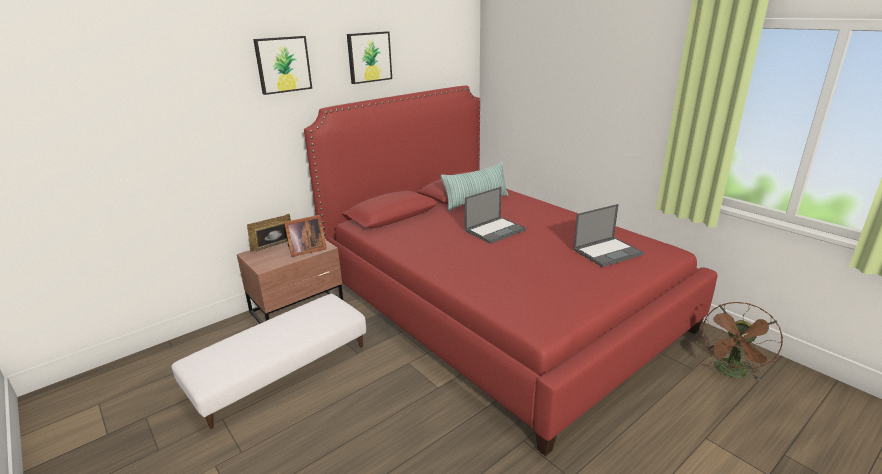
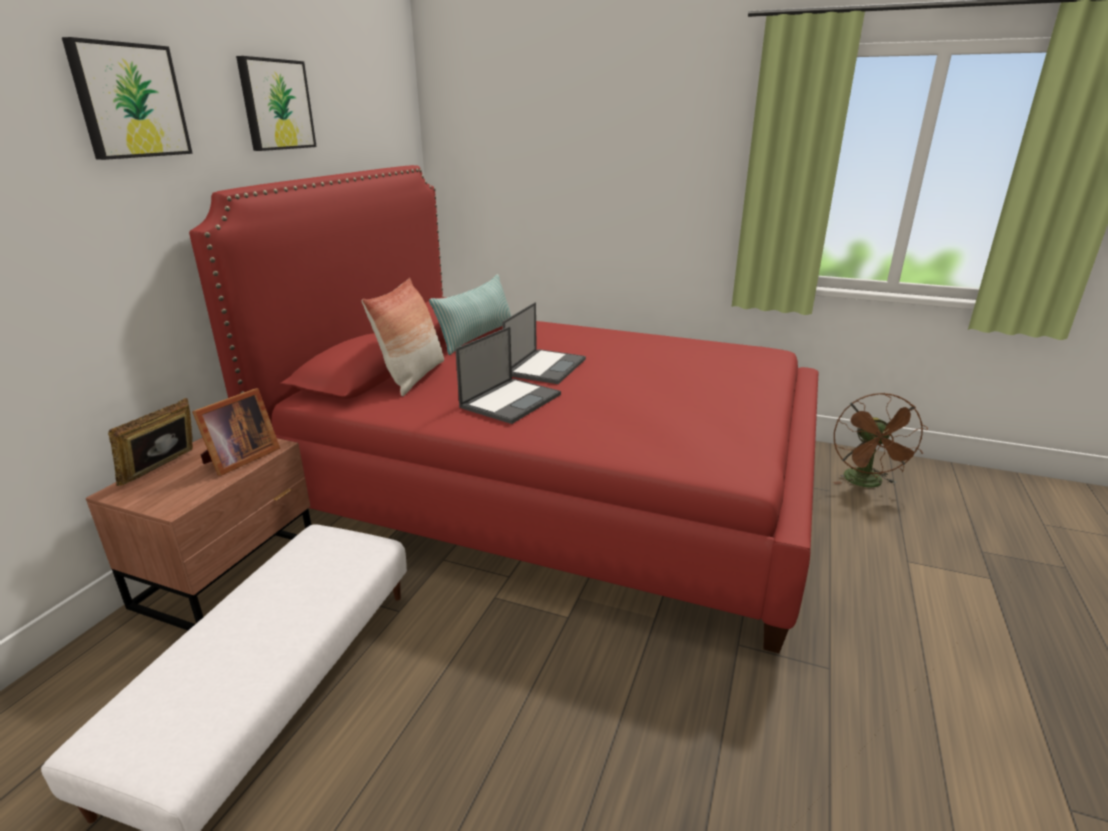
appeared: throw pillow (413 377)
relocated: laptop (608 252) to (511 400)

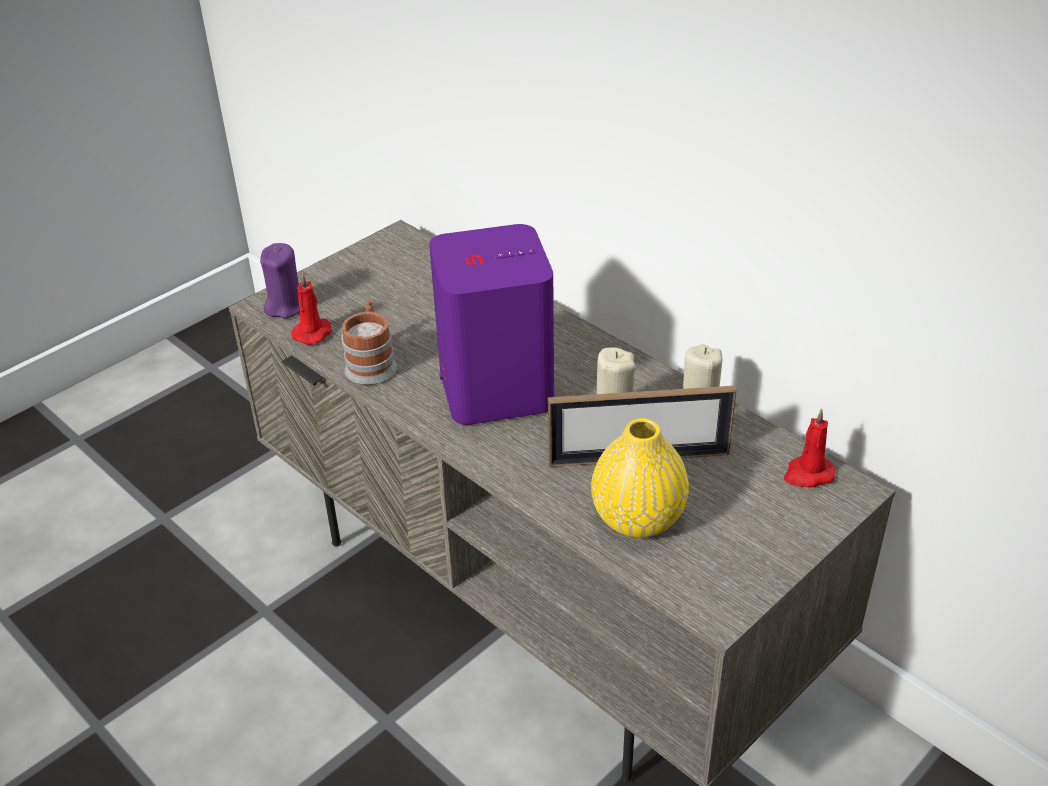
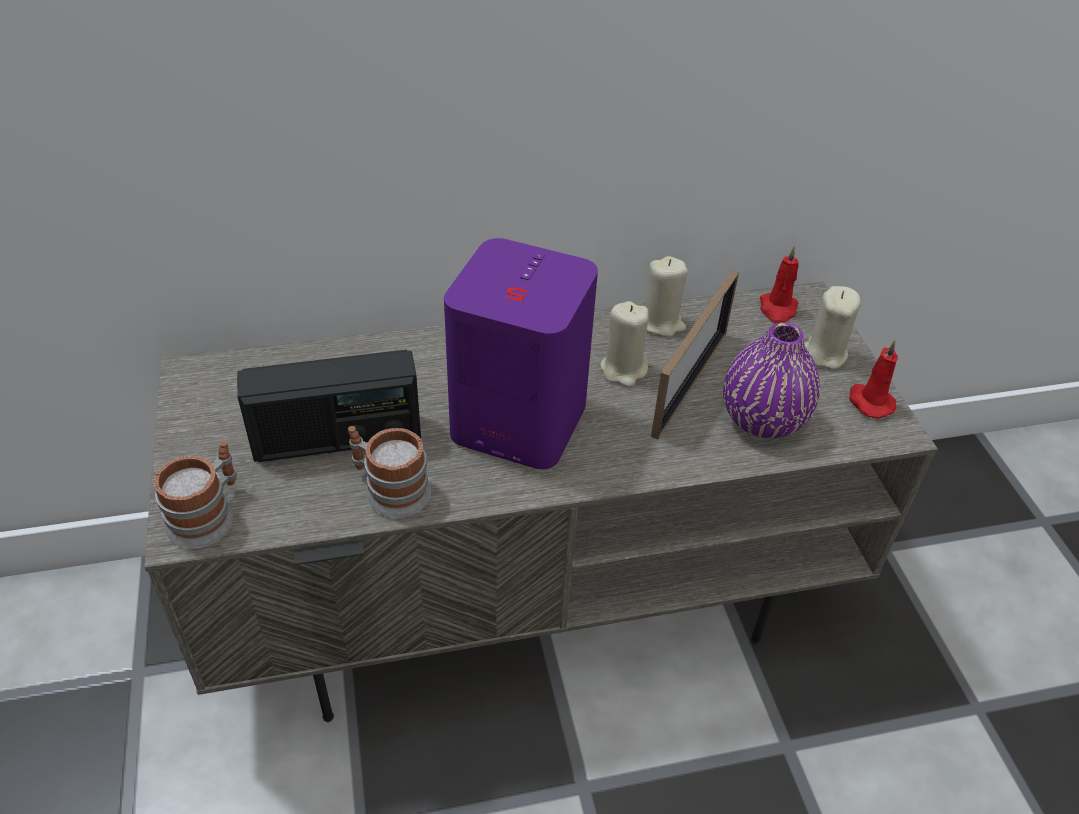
appeared: radio receiver (337 438); wax light in beige-coloured (823 354)
relocated: wax light in reddish (313 333) to (869 402)
exchanged: wax light in purple (285 306) to coffee mug (208 514)
colour: flower vase in yellowish (638 518) to flower vase in purple (762 419)

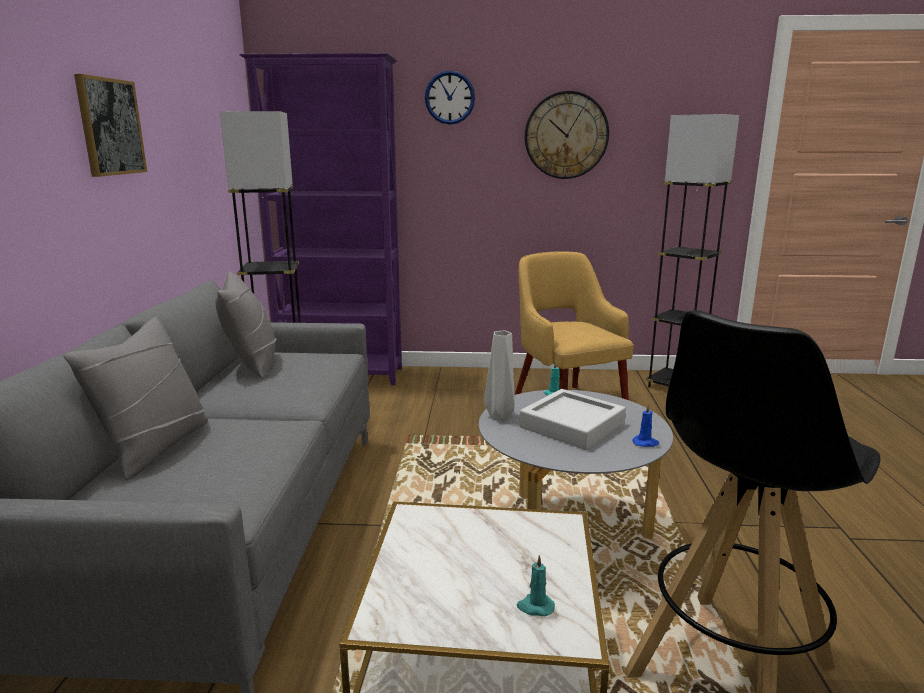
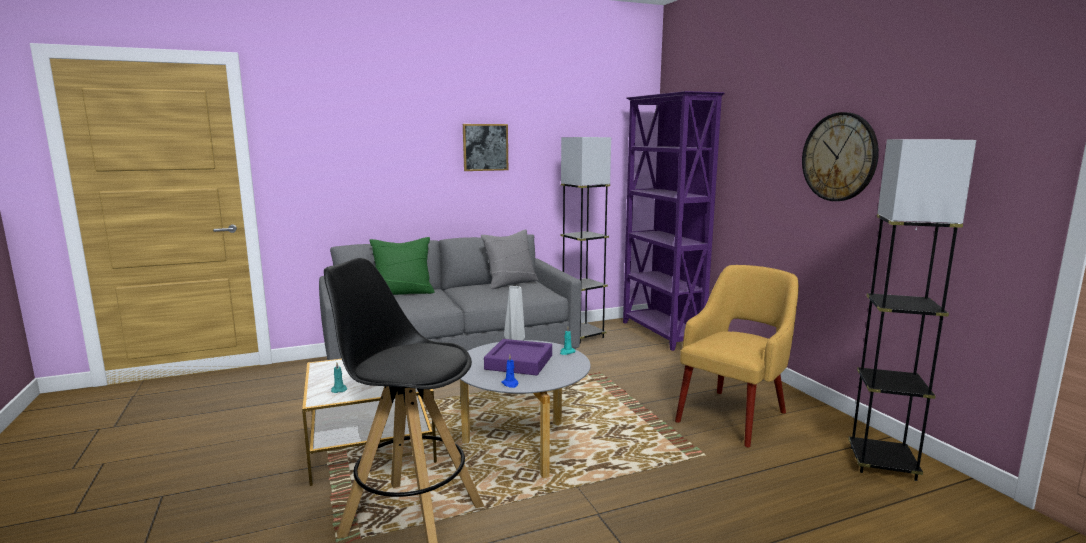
missing: hanging clock (450 97)
colour: throw pillow in grey (155 447) to throw pillow in greenish (403 293); carrying tray in grey (572 425) to carrying tray in purple (519 362)

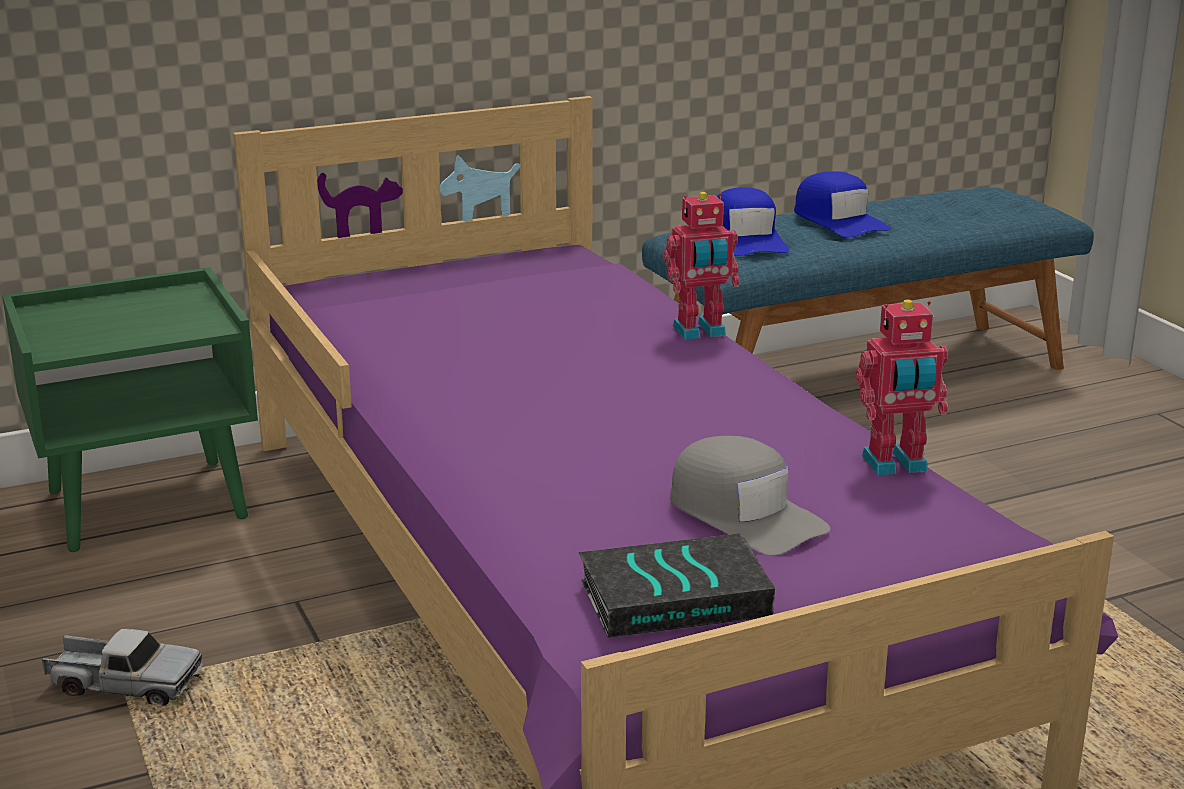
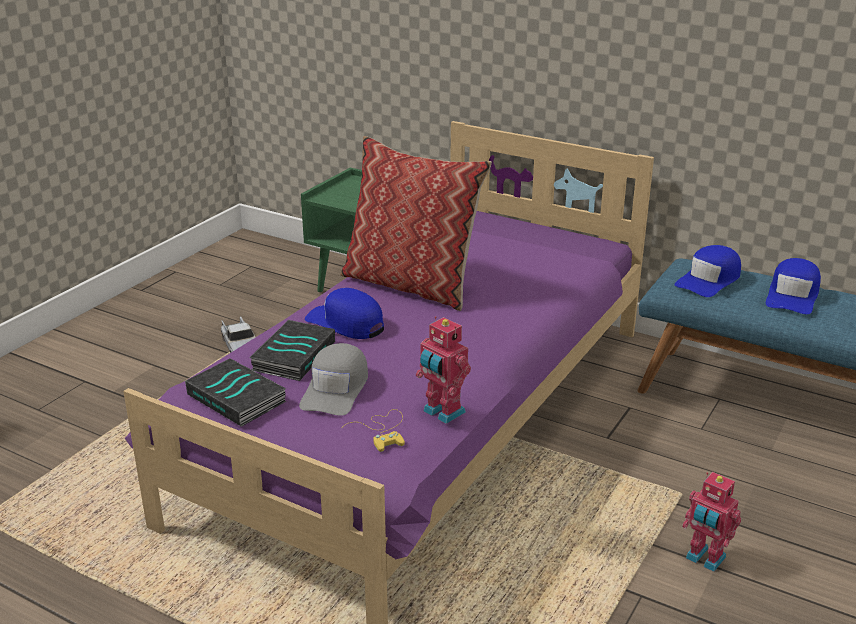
appeared: volume (293 355); peaked cap in blue-coloured (346 323); throw pillow (412 284); gamepad in yellowish (383 430)
relocated: model robot (700 332) to (704 559)

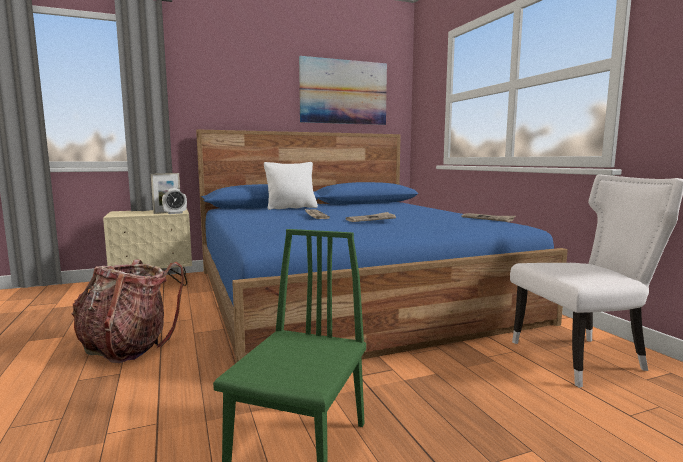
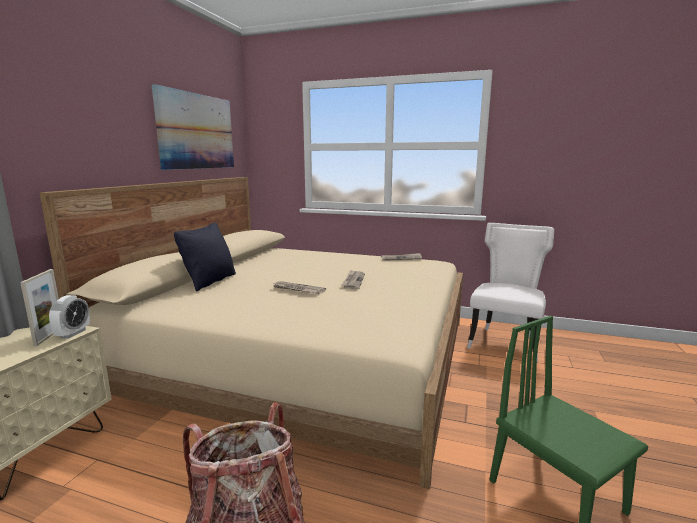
colour: bed in blue-coloured (348 293) to bed in beige-coloured (303 355); throw pillow in whitish (291 208) to throw pillow in black-coloured (210 281)

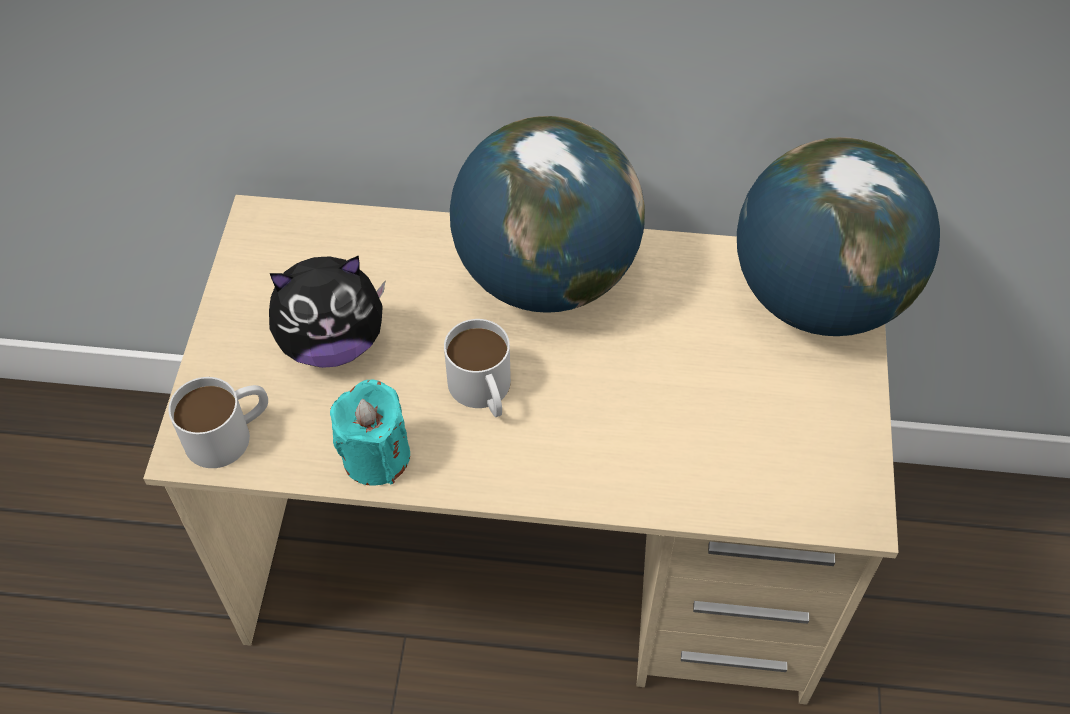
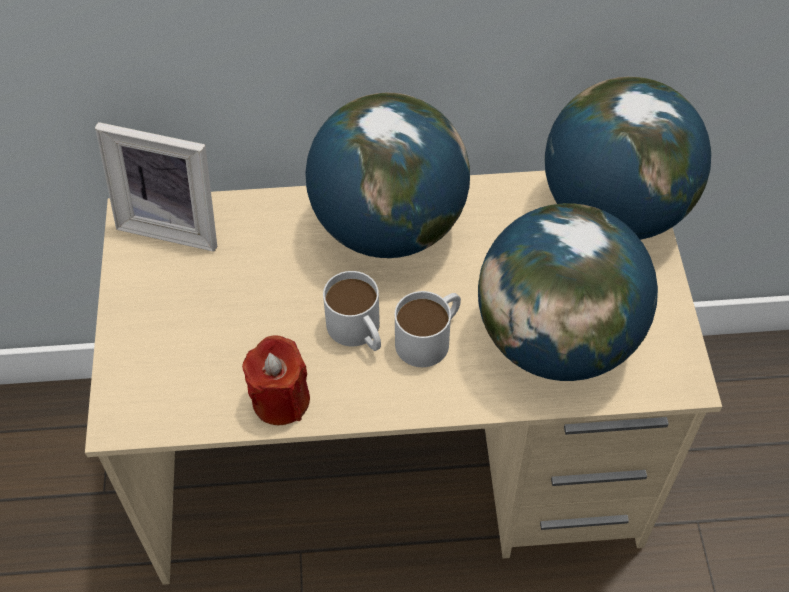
missing: plush toy (332 343)
appeared: picture frame (174 223); world globe (556 338)
relocated: coffee mug in whitish (230 433) to (430 337)
colour: wax light in blue-green (376 456) to wax light in reddish (281 400)

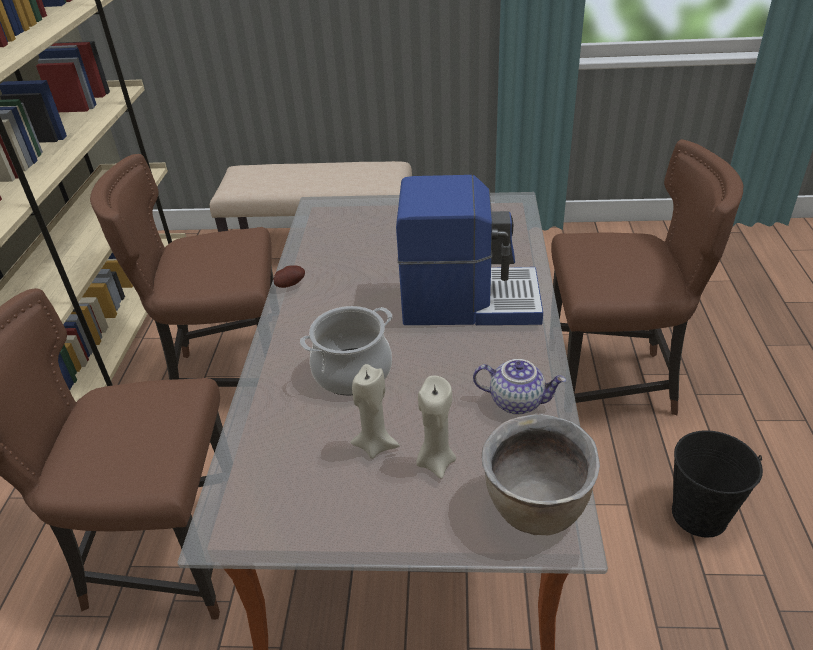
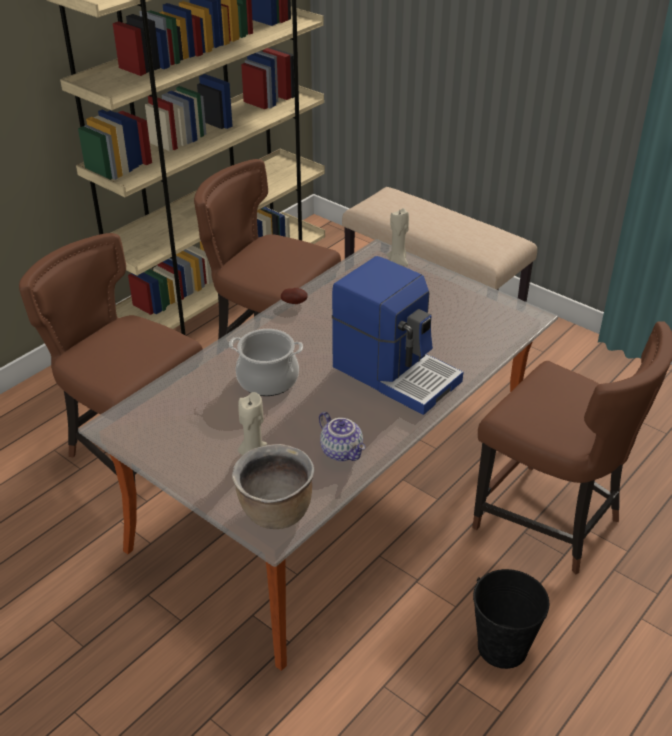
relocated: wax light in beige-coloured (375 445) to (398 261)

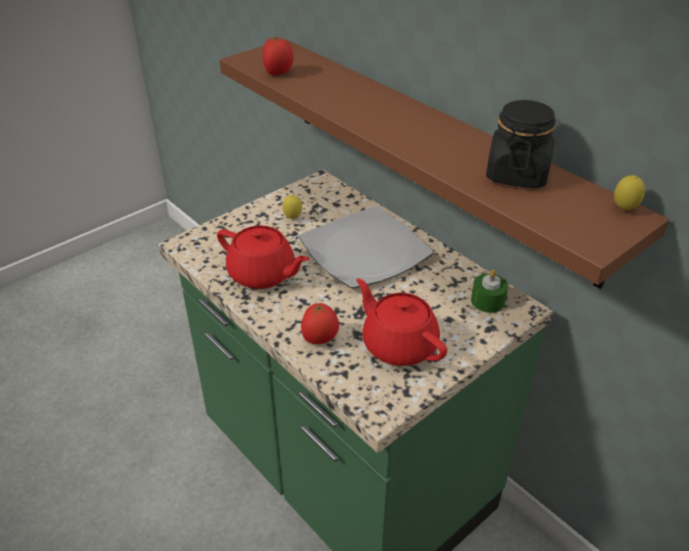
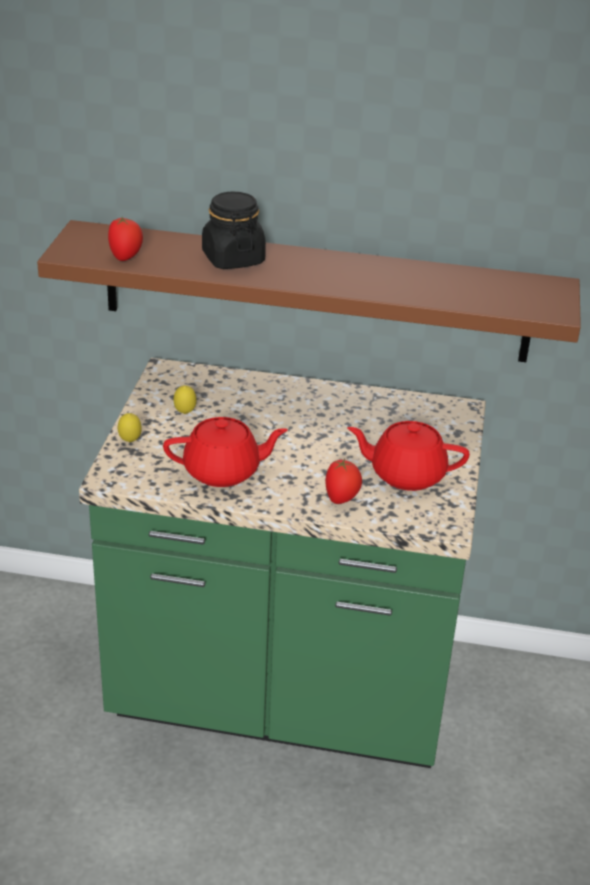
missing: dinner plate (364 252); wax light in greenish (488 301)
relocated: jar in black-coloured (516 174) to (233 259); whole lemon (624 209) to (130 442)

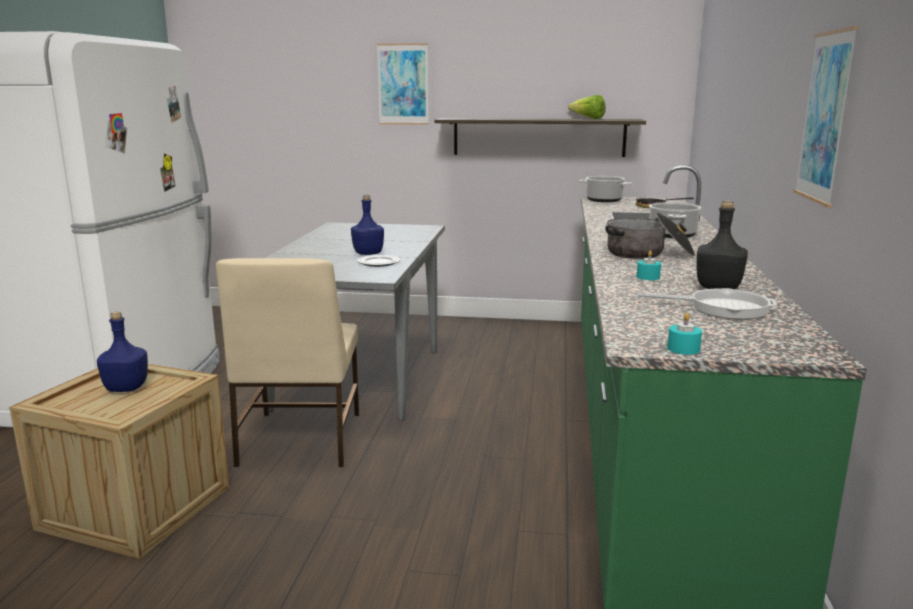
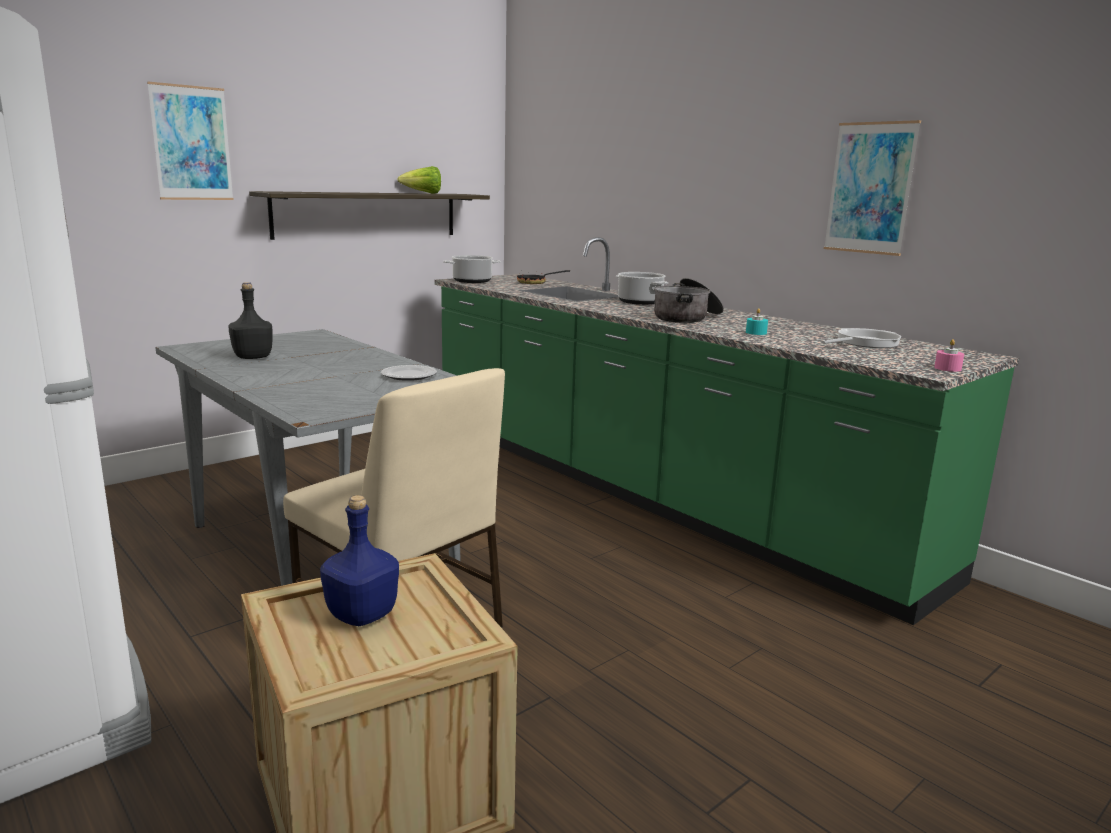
missing: beverage bottle in blue-coloured (368 253)
relocated: beverage bottle in black-coloured (719 288) to (253 357)
colour: wax light in blue-green (683 349) to wax light in pink-coloured (947 368)

